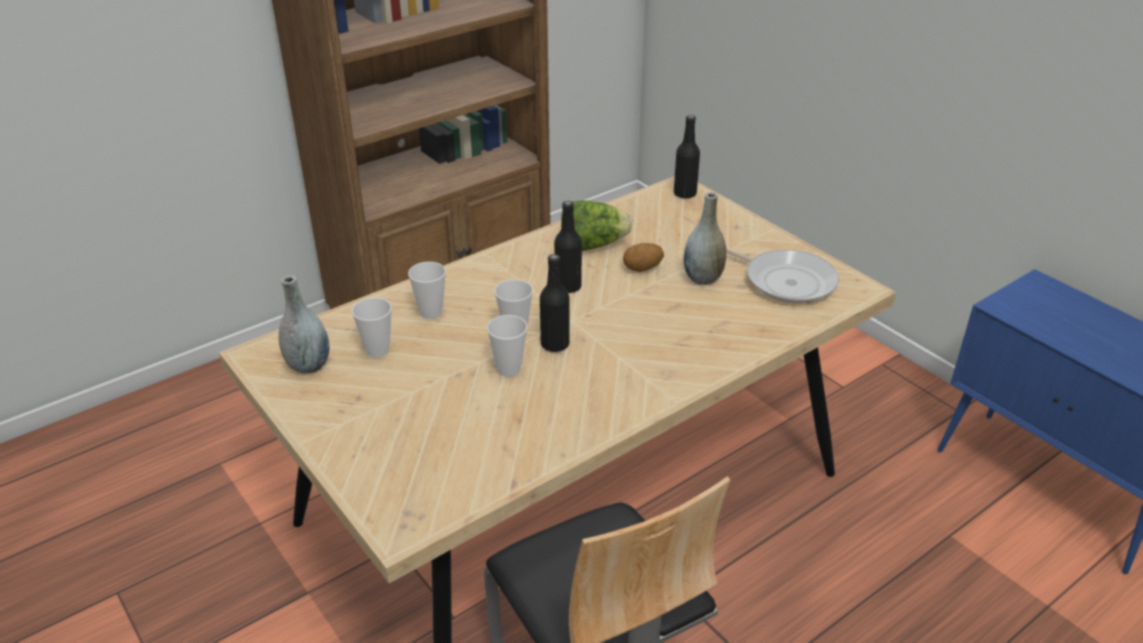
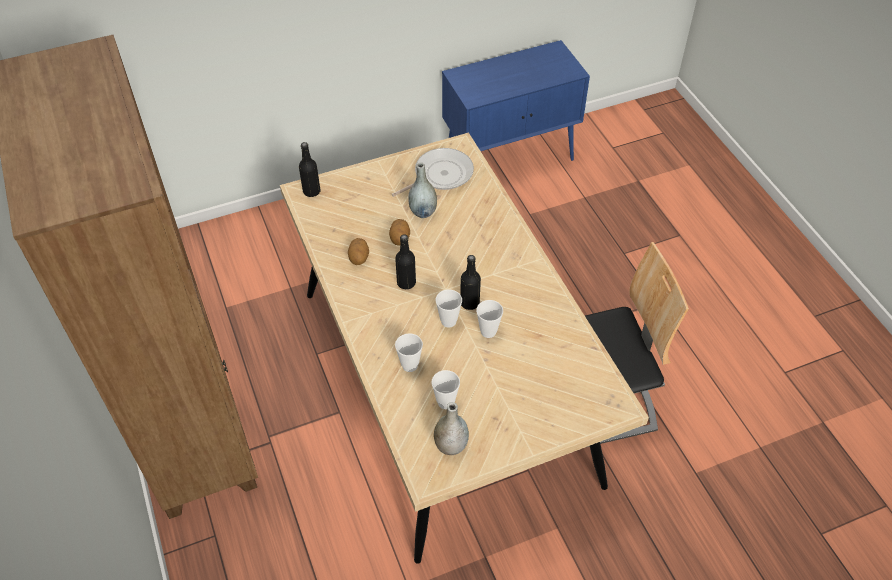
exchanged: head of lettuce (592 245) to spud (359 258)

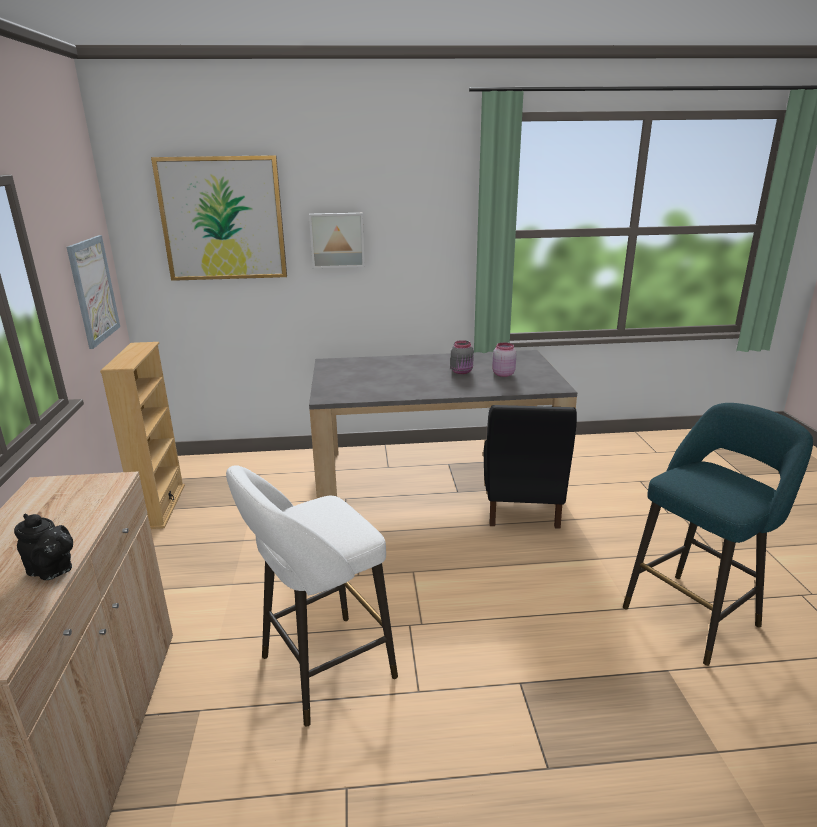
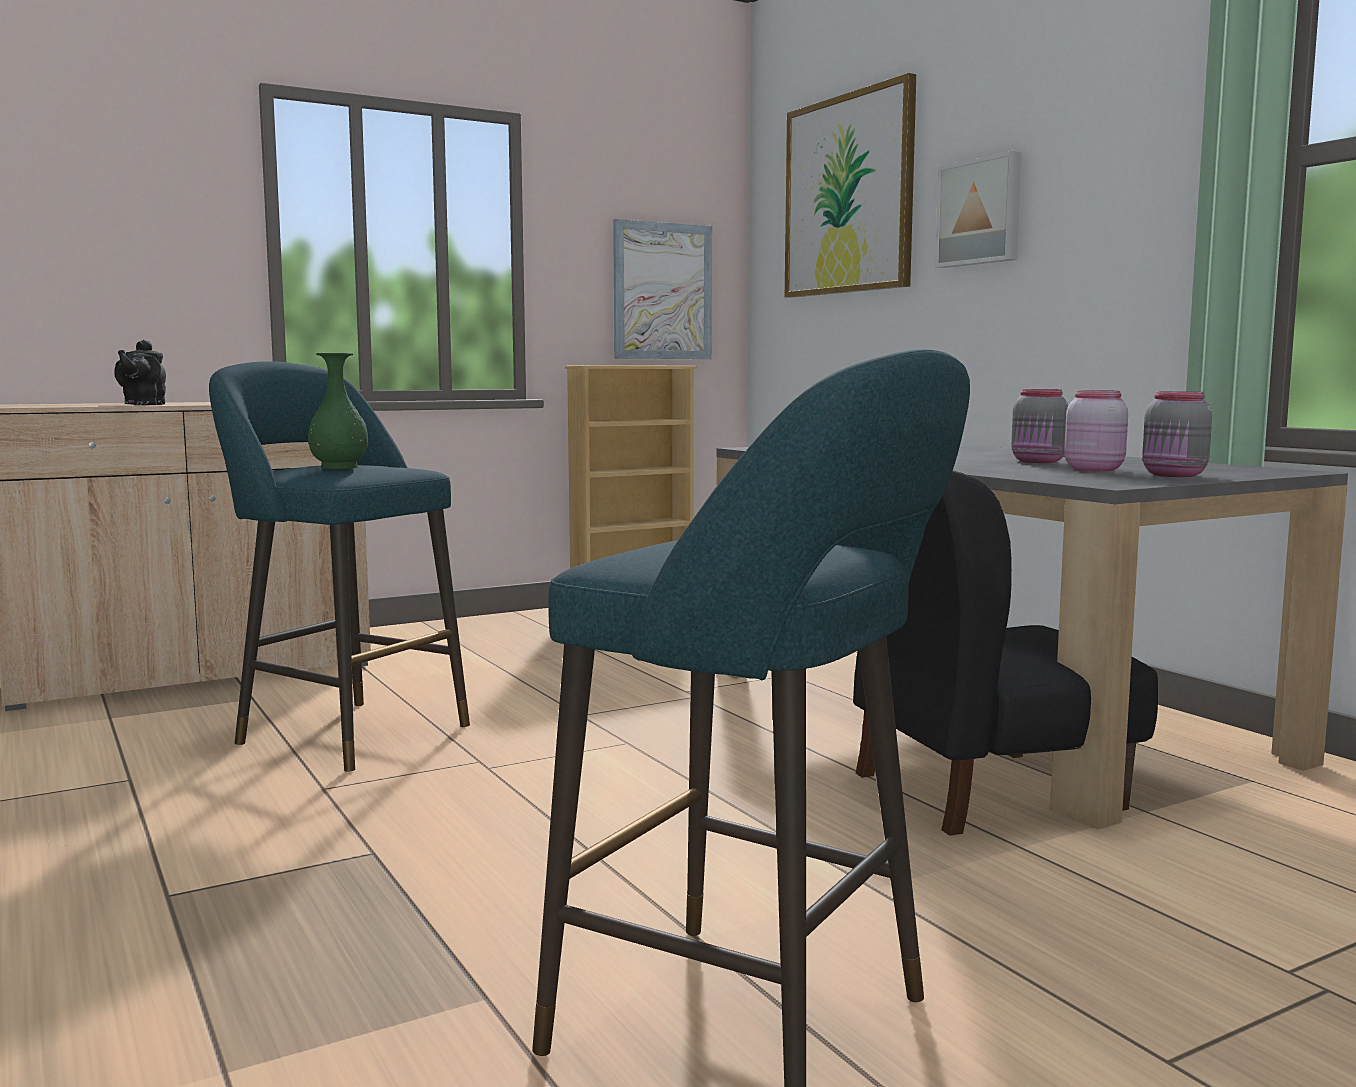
appeared: flower vase in greenish (340 467); jar in grey (1174 475)
colour: sitting stool in whitish (320 670) to sitting stool in blue-green (345 732)

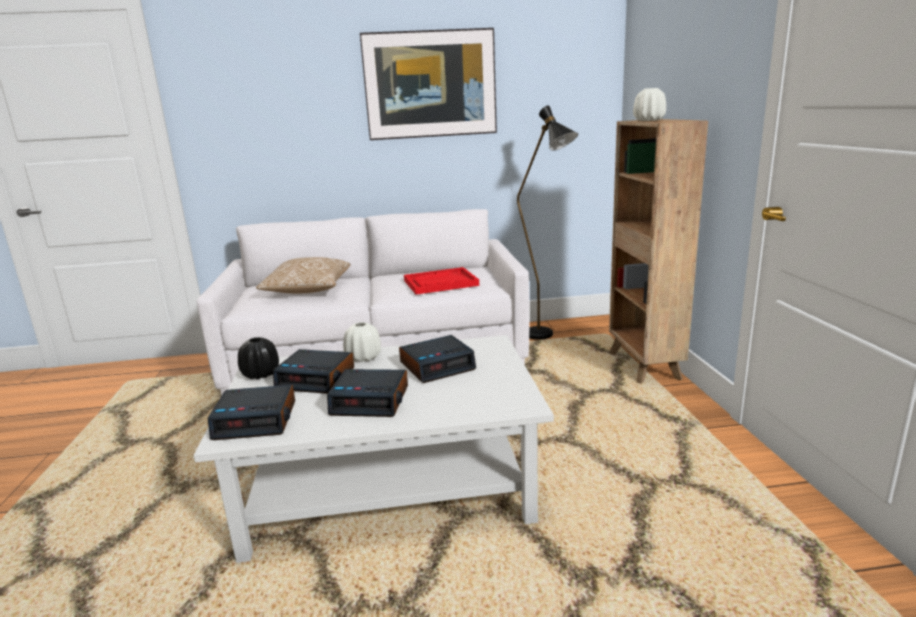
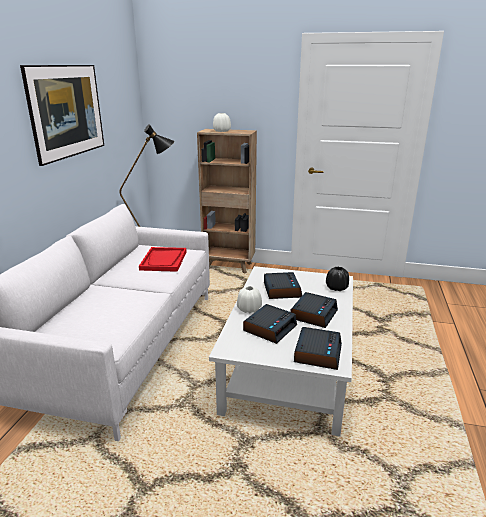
missing: throw pillow (308 290)
relocated: flower vase in black-coloured (261 374) to (336 288)

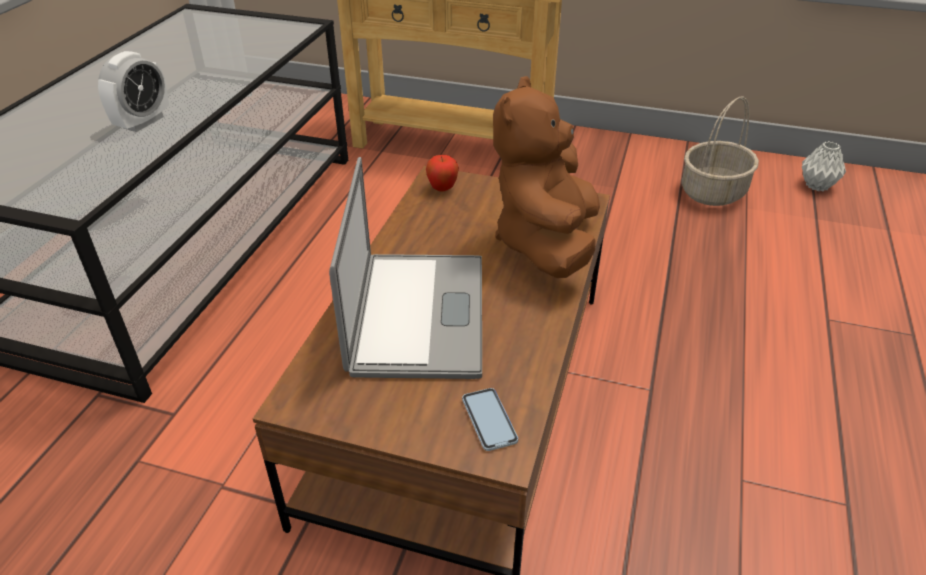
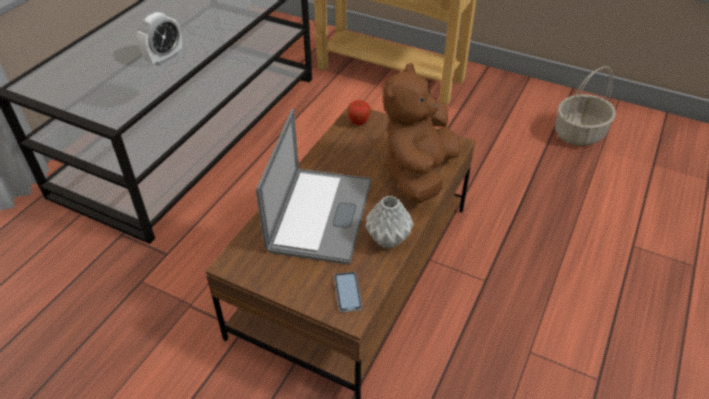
relocated: flower vase in grey (817 186) to (388 240)

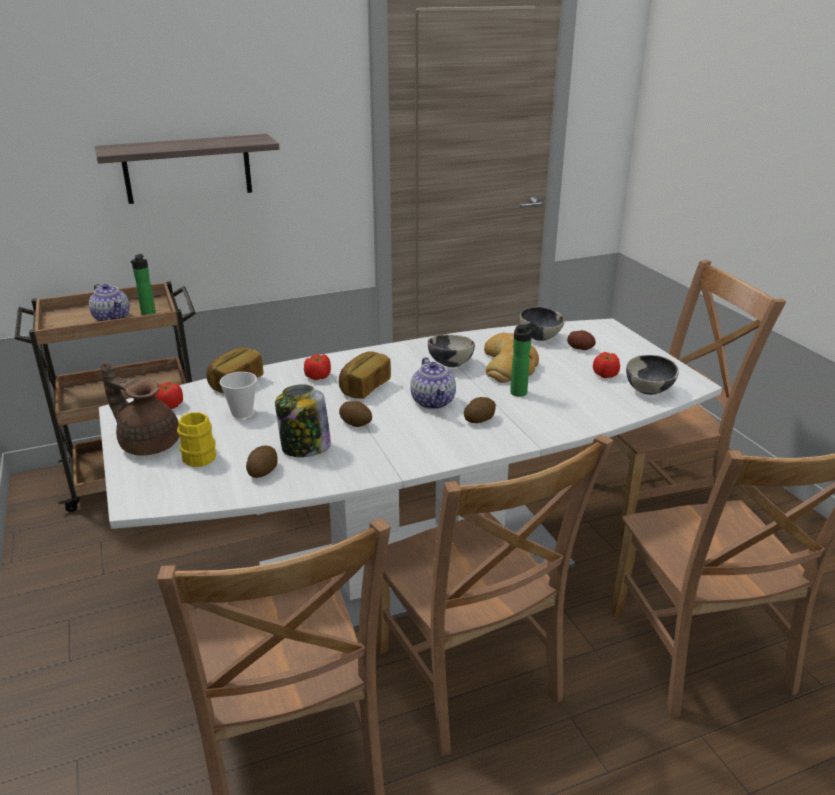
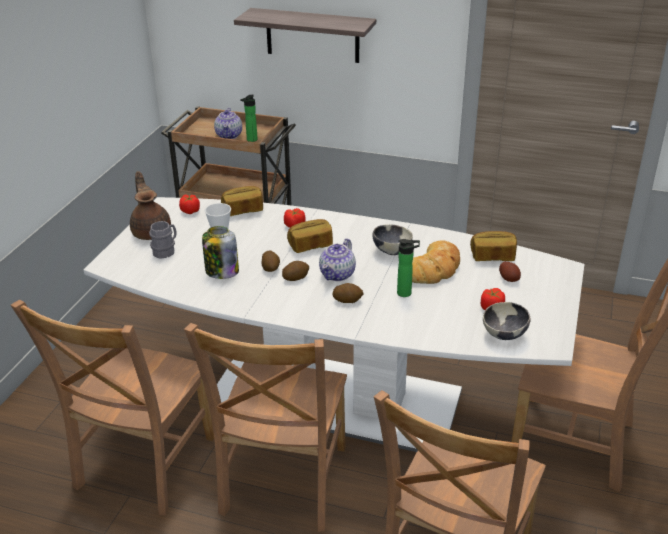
relocated: spud (263 471) to (296 277)
exchanged: bowl (540 337) to bread (492 256)
colour: coffee mug in yellowish (200 455) to coffee mug in grey (166 250)

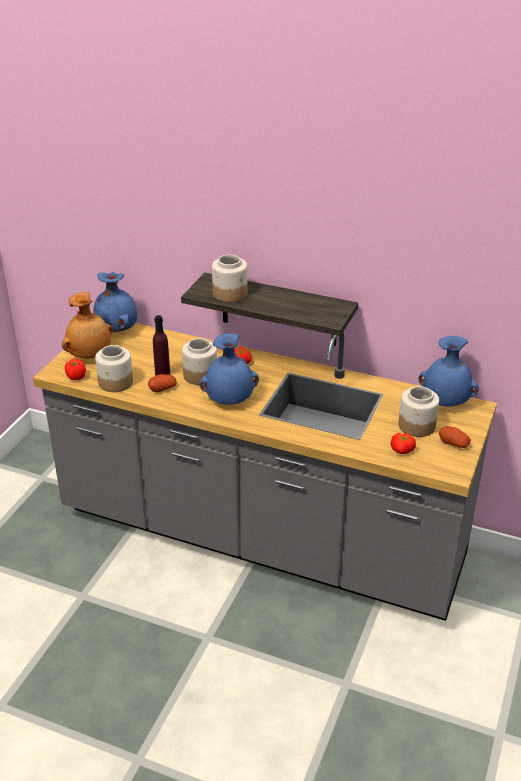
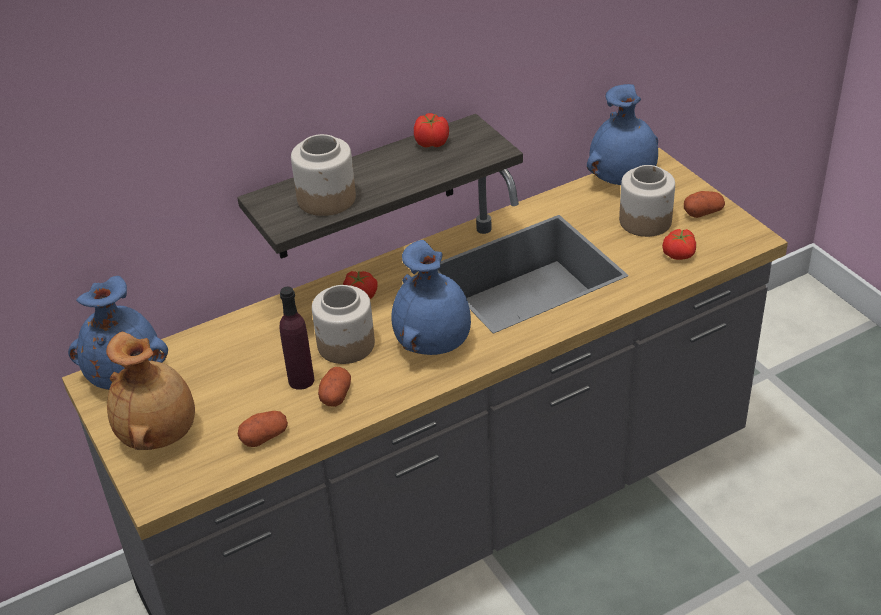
relocated: fresh tomato (76 377) to (432 143)
exchanged: jar (116 382) to spud (264 437)

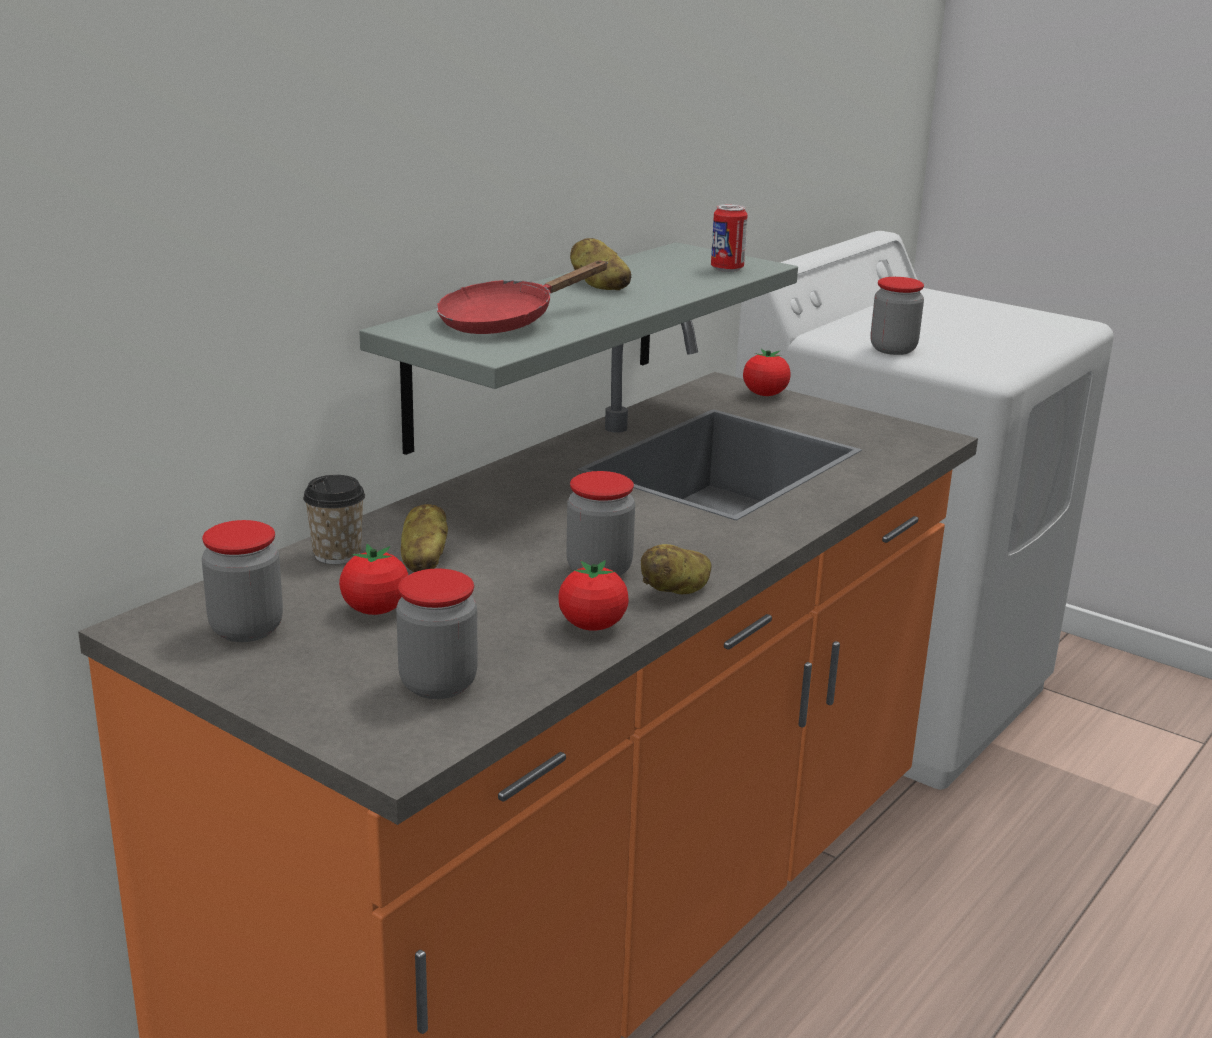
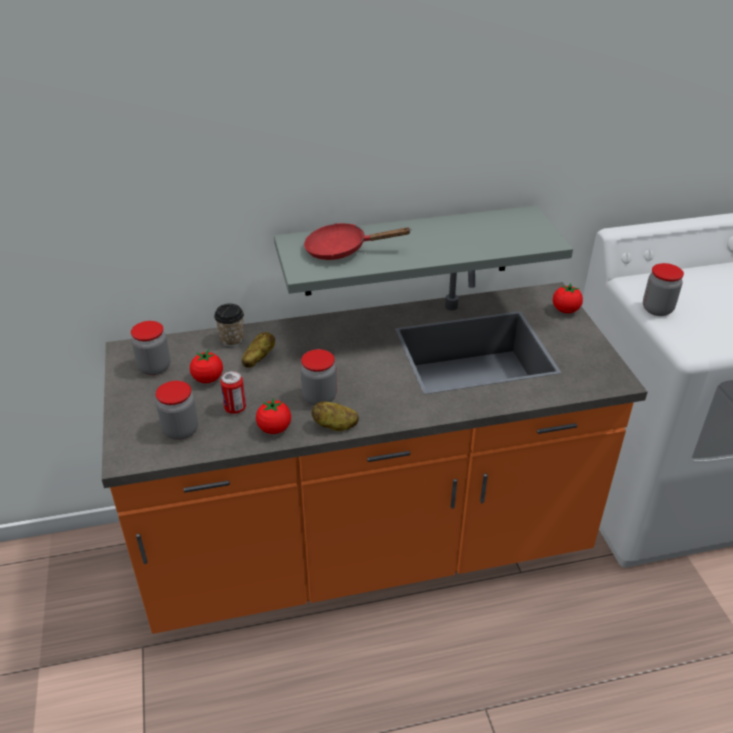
missing: spud (599 285)
relocated: sealed can (727 269) to (235 408)

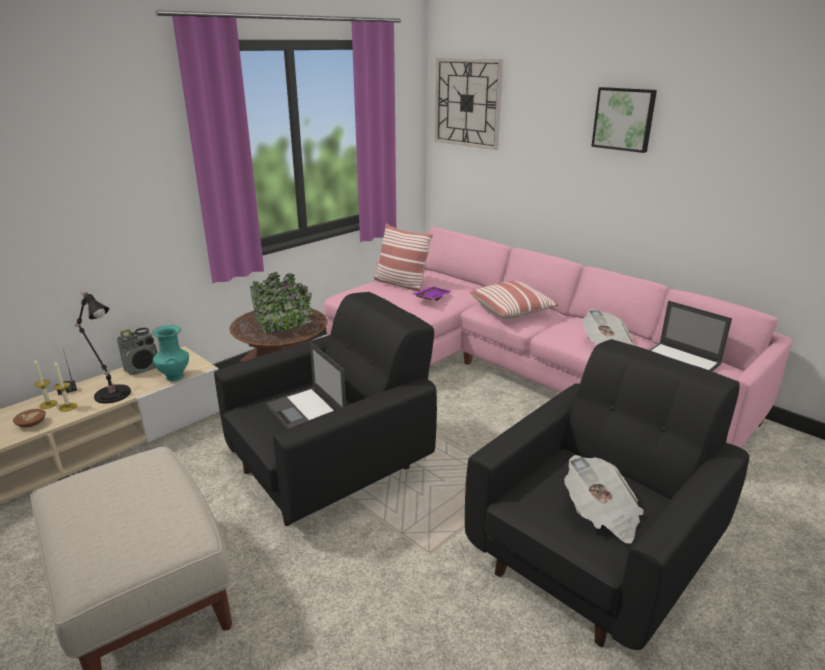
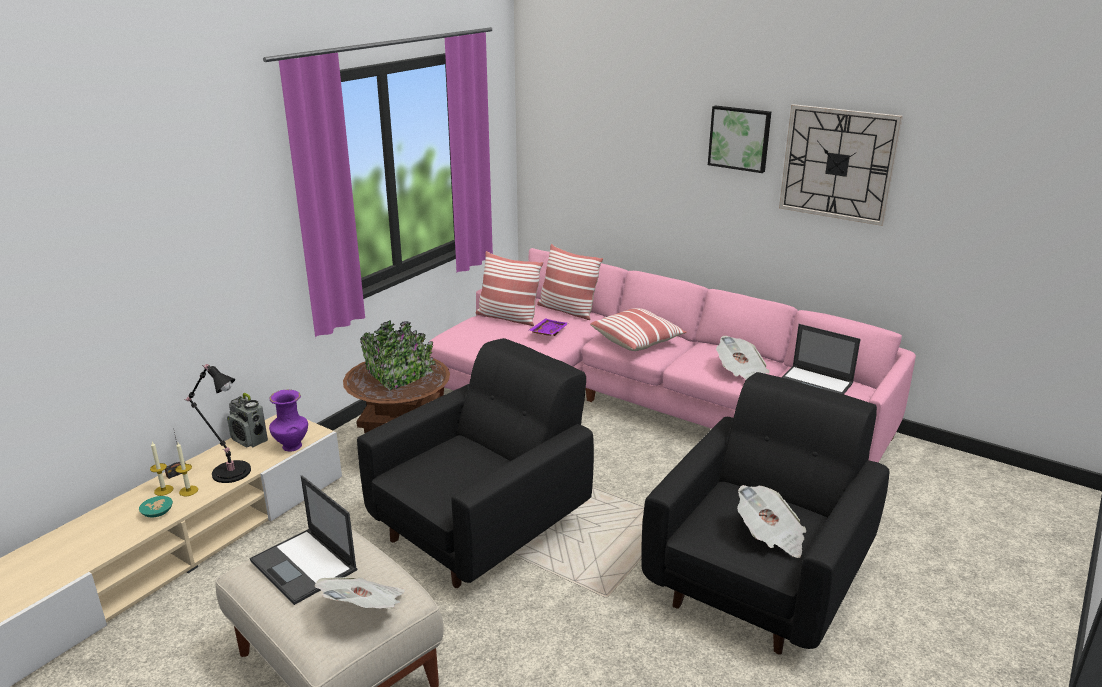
appeared: newspaper (365 609); throw pillow (567 310)
relocated: laptop (306 413) to (304 566); hanging clock (467 103) to (838 164)
colour: bowl in brown-coloured (32 423) to bowl in blue-green (158 512); flower vase in blue-green (174 376) to flower vase in purple (291 446)
spun: radio receiver (142 368) = (250 440) 90 degrees clockwise

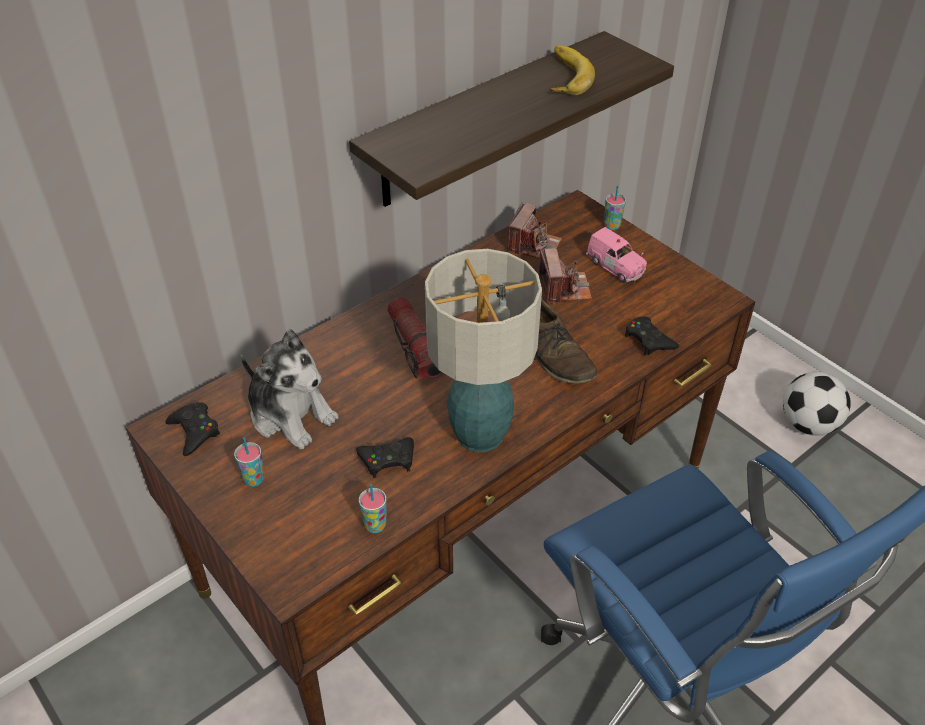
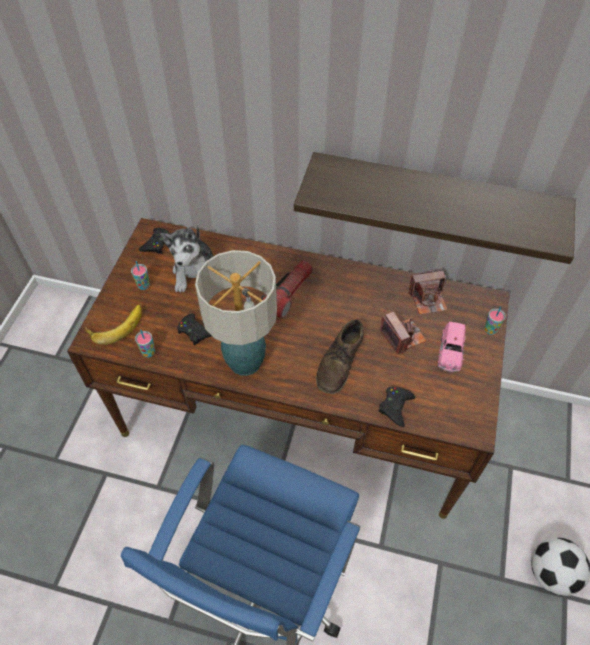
relocated: banana (562 76) to (116 325)
spun: still camera (564 288) = (402 336) 75 degrees counterclockwise

